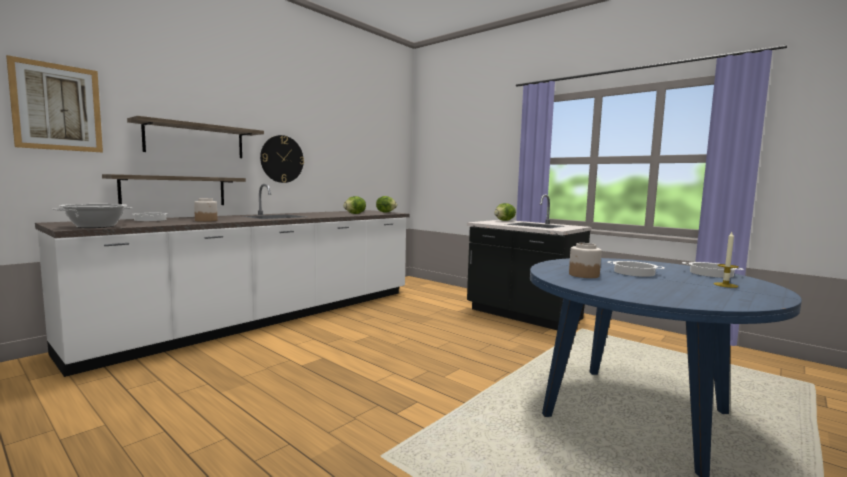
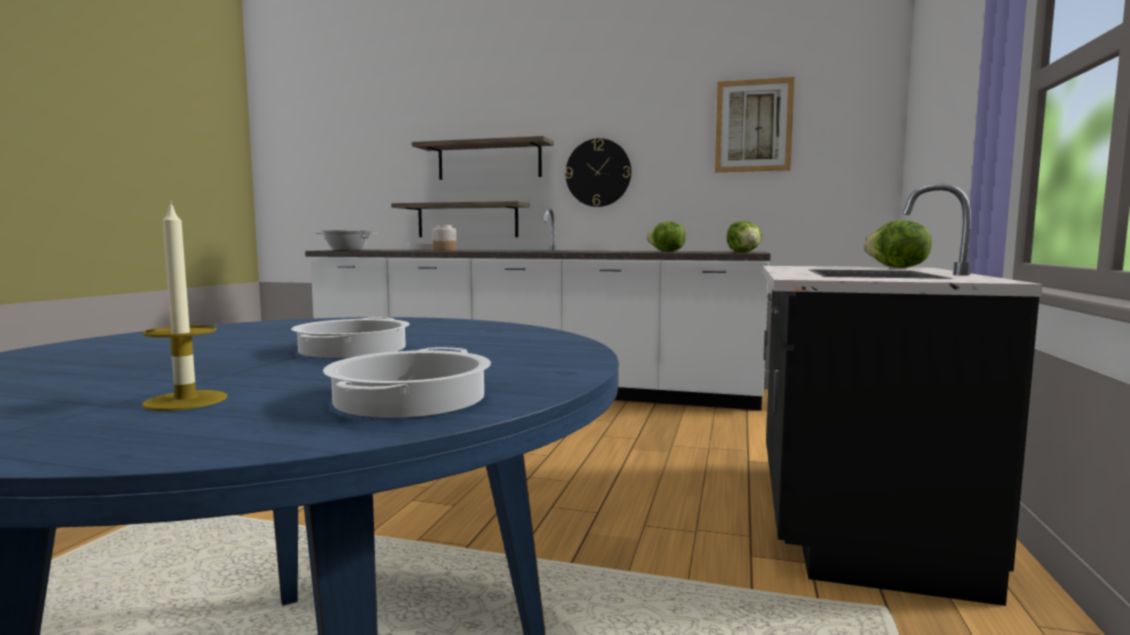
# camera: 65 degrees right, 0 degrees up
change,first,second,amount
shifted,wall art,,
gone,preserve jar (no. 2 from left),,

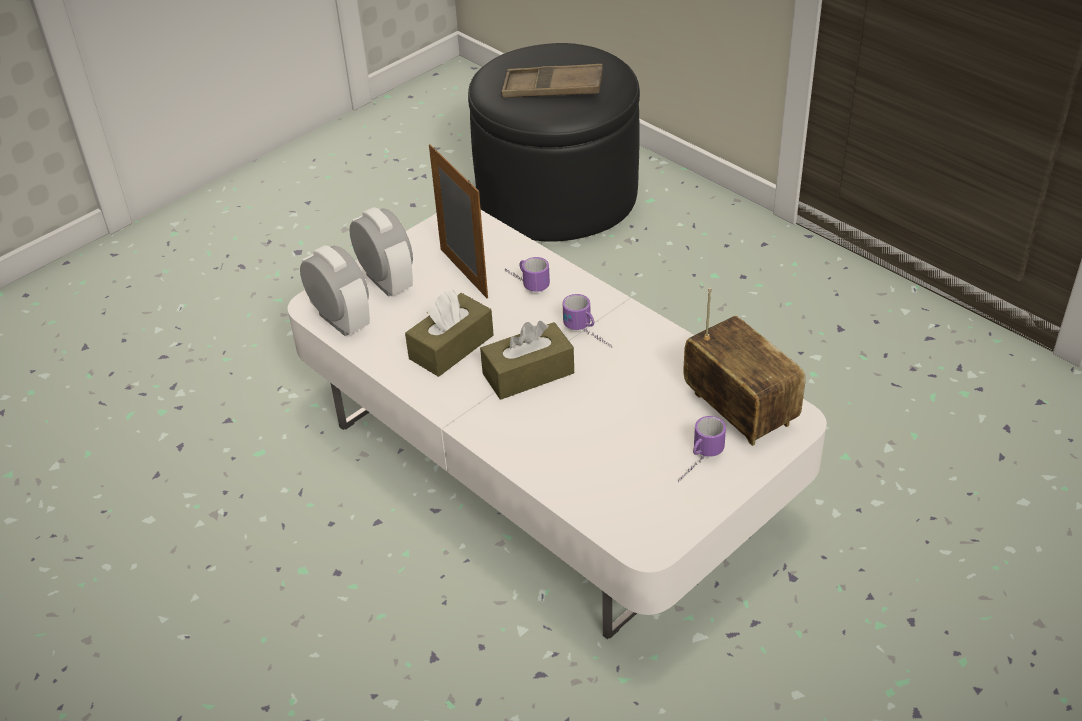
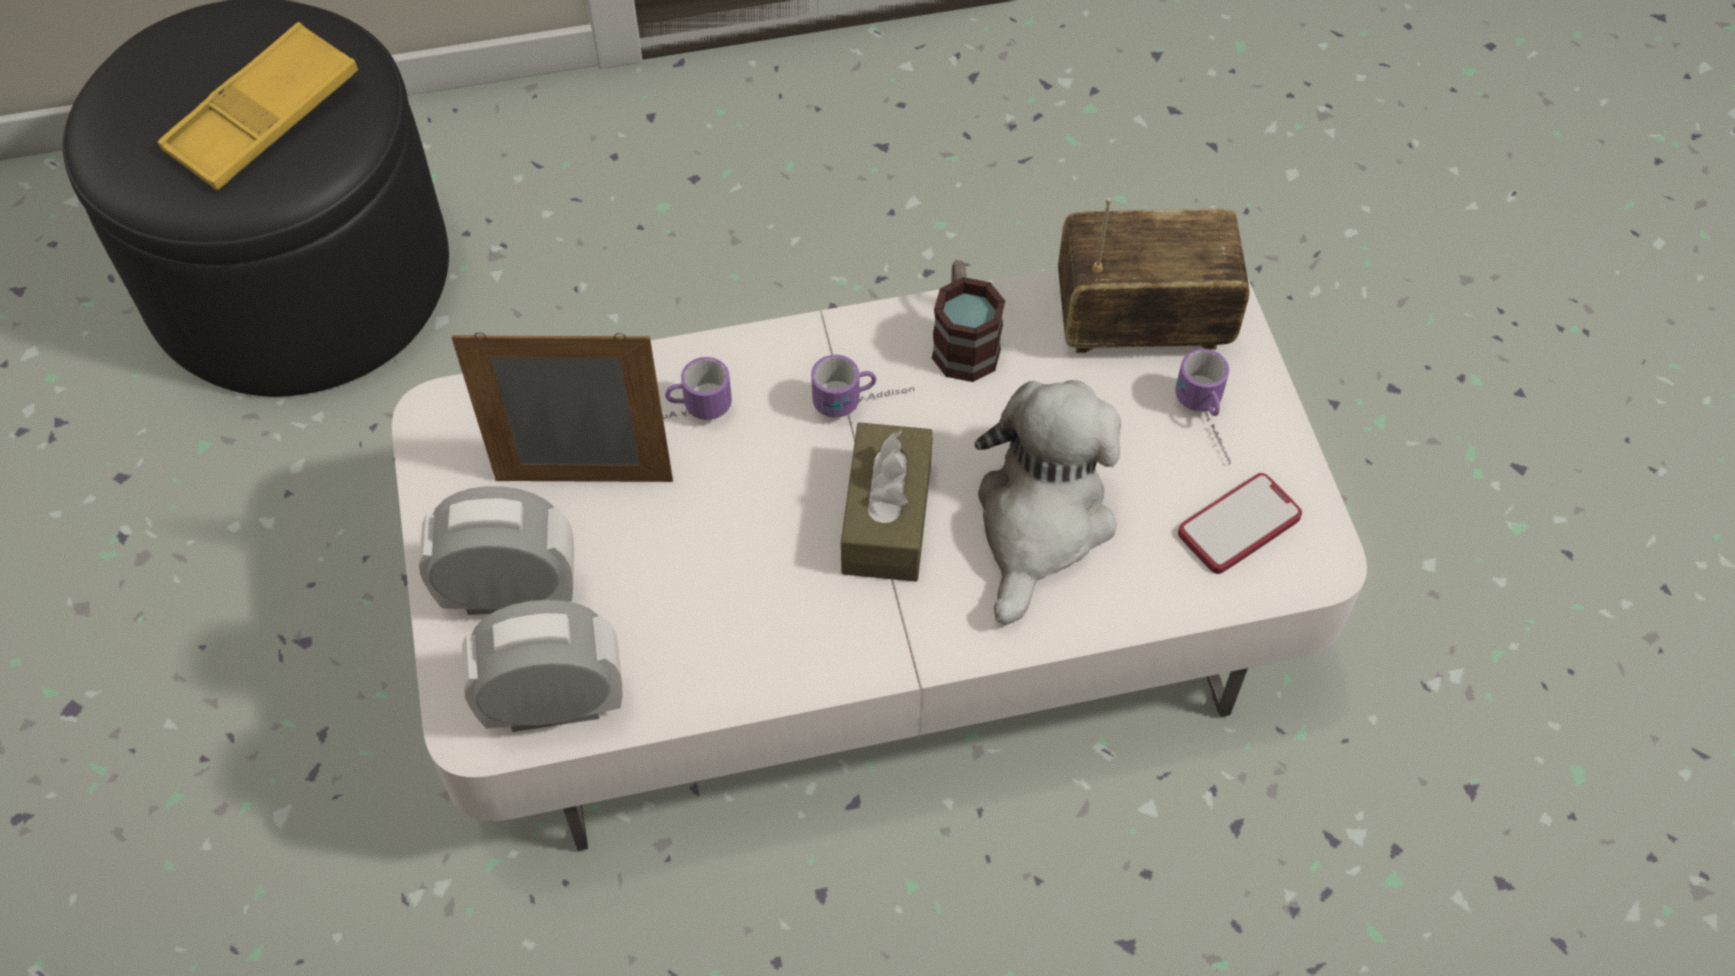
# camera: 60 degrees left, 15 degrees up
change,first,second,amount
gone,tissue holder (brown-coloured) (no. 1 from left),,
repainted,serving tray (brown-coloured),serving tray (yellow-coloured),
new,,tea mug (no. 3 from left),
new,,soft toy,
new,,phone,

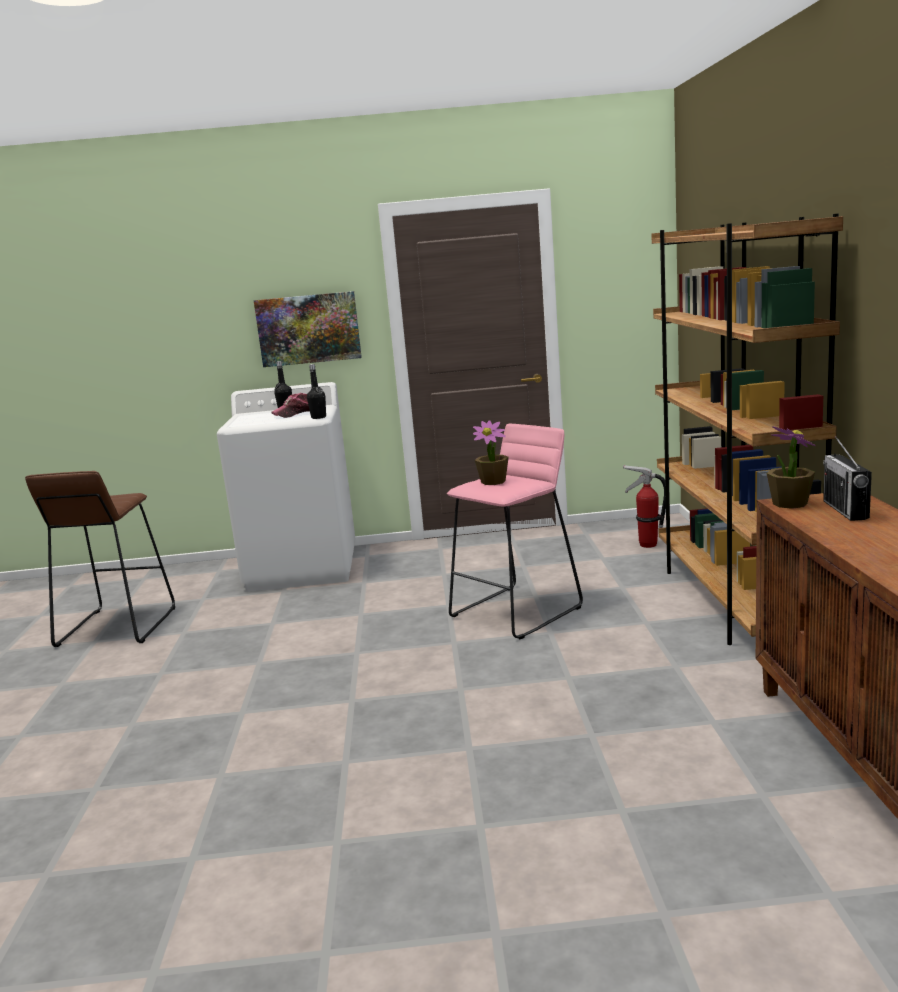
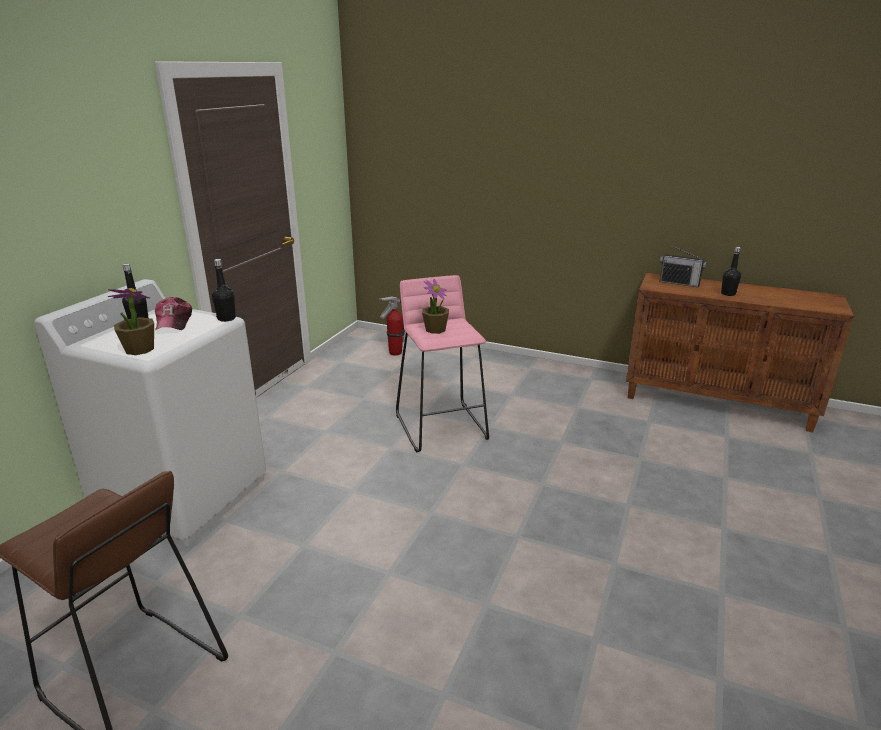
# camera: 65 degrees left, 10 degrees up
change,first,second,amount
gone,wall art,,
gone,bookcase (brown-coloured),,
shifted,plant in a pot (no. 2 from left in the first image),plant in a pot (no. 1 from left),
new,,drink bottle (black-coloured) (no. 3 from left),

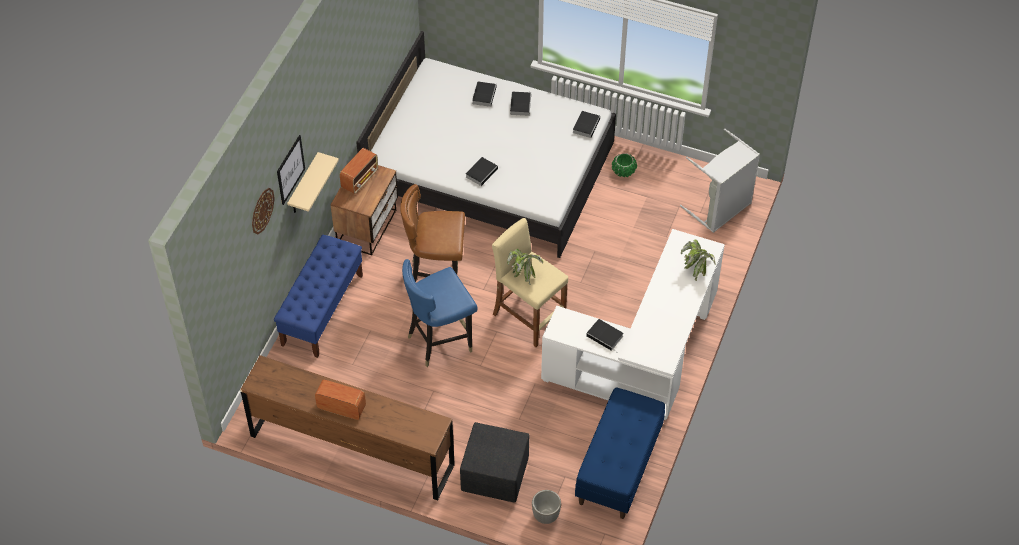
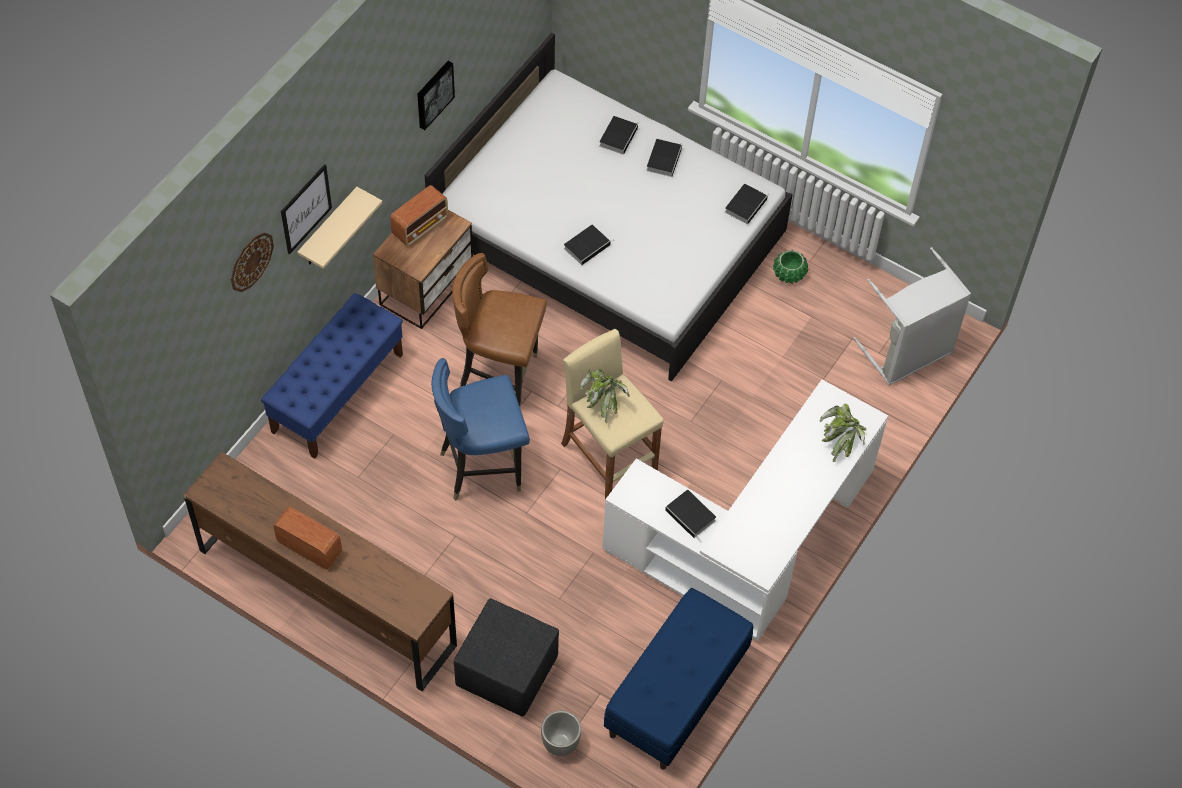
# camera: 10 degrees right, 5 degrees up
change,first,second,amount
new,,wall art (no. 2 from left),

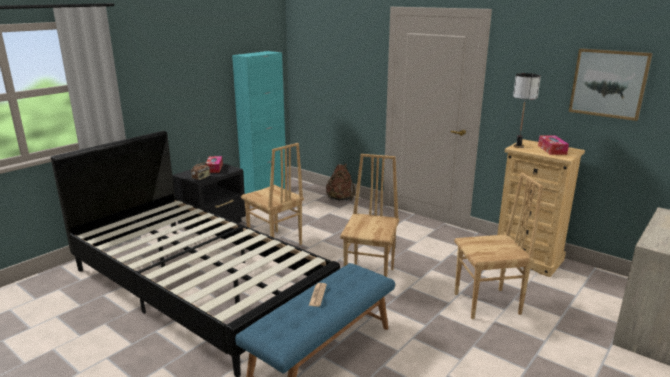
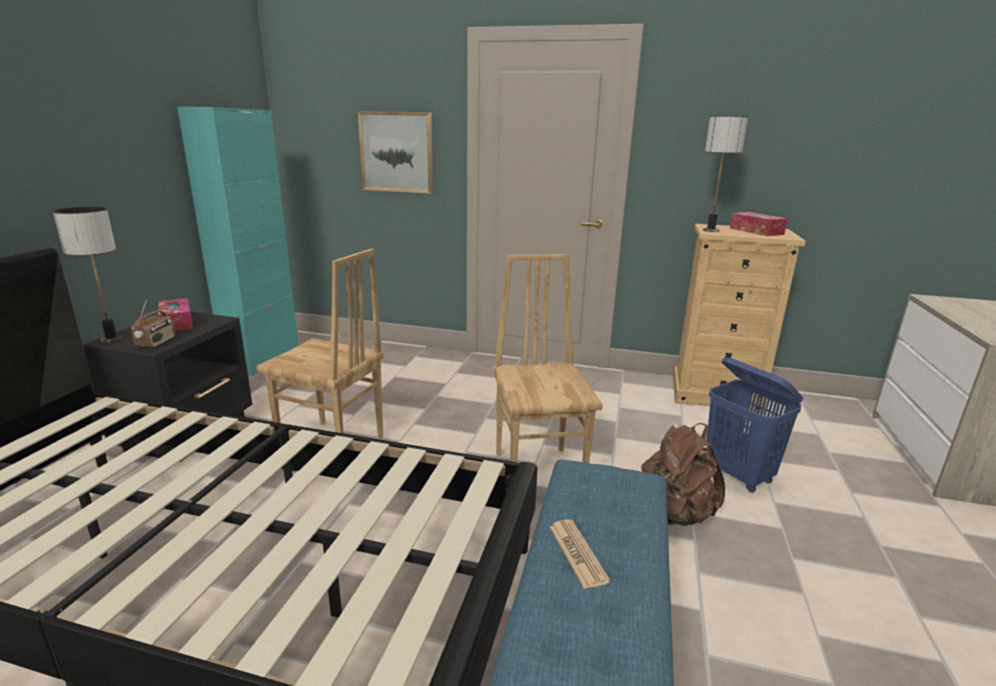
# camera: 25 degrees left, 0 degrees up
change,first,second,amount
shifted,rucksack (brown-coloured),,
swapped,plain chair (brown-coloured) (no. 3 from left),hamper (bluish),
shifted,wall art,,
new,,tabletop lamp (no. 1 from left),

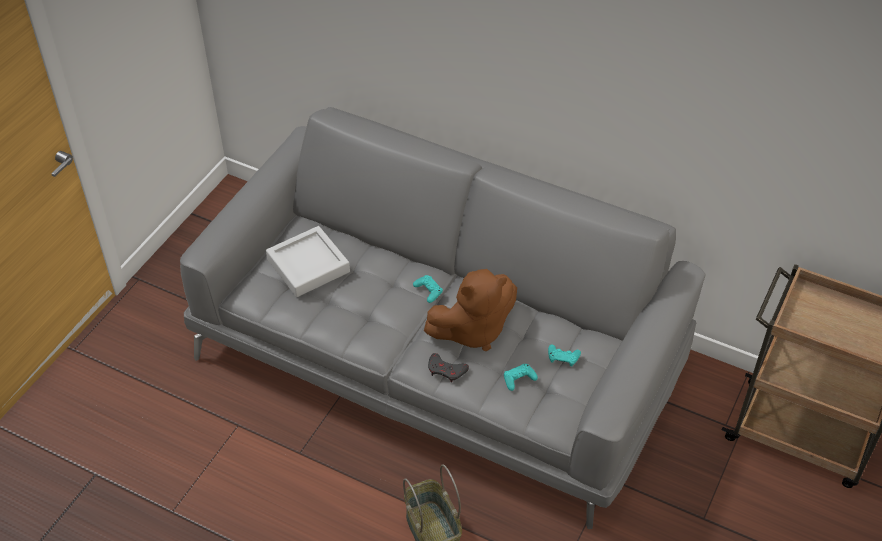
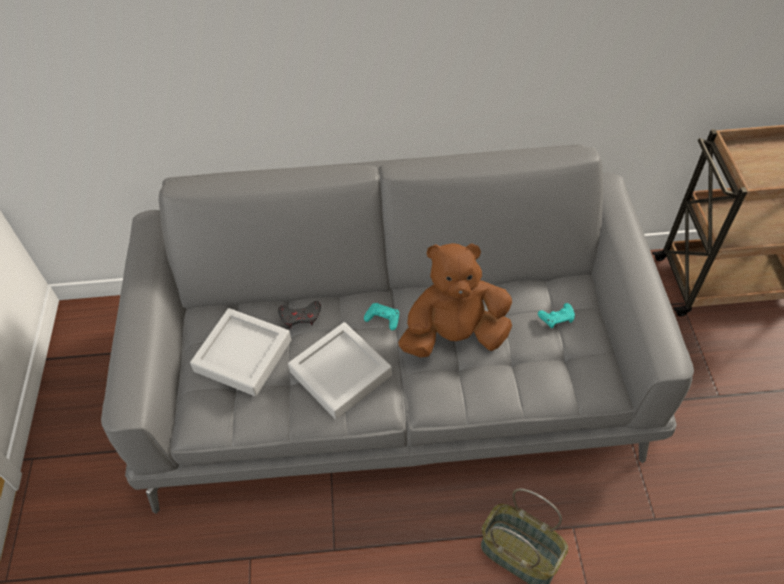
# camera: 30 degrees left, 5 degrees up
change,first,second,amount
rotated,soft toy (brown-coloured),,135 degrees counterclockwise
shifted,game controller (greyish),,
gone,game controller (blue-green) (no. 2 from left),,
new,,serving tray (greyish) (no. 2 from left),

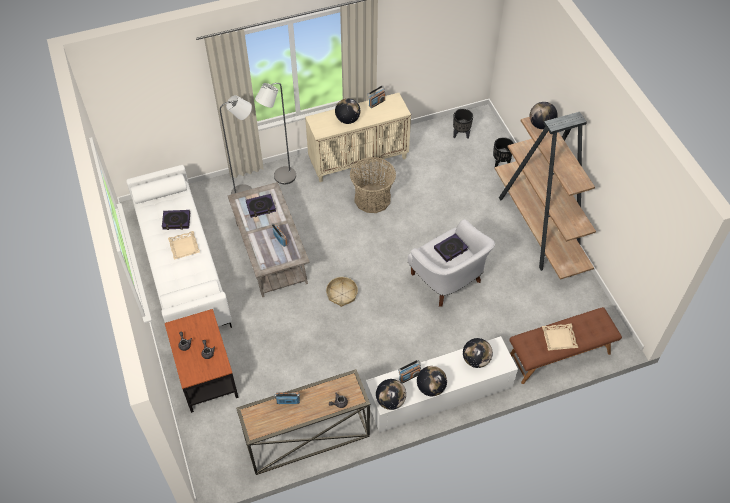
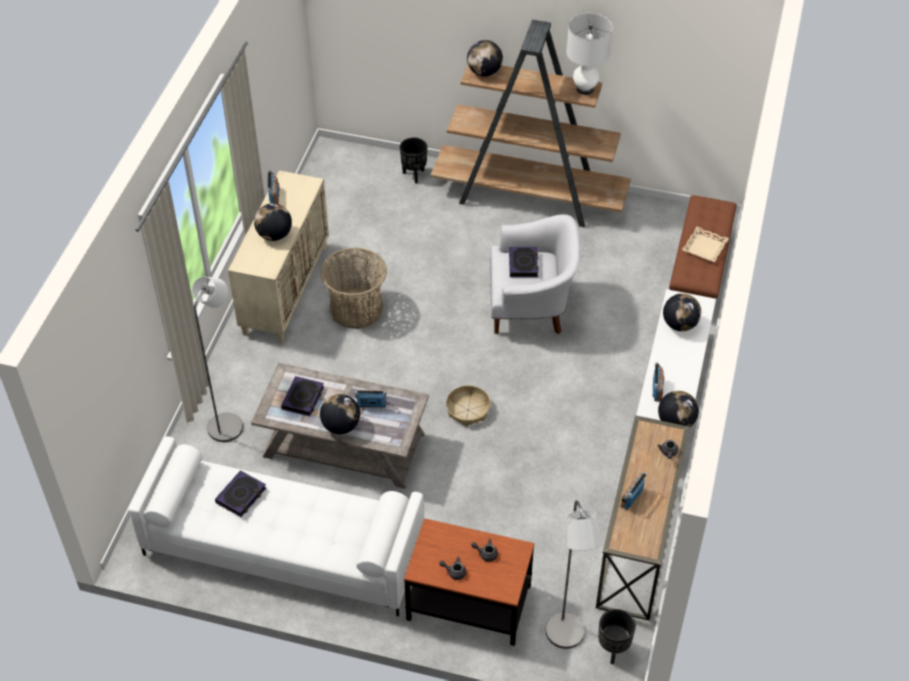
# camera: 55 degrees left, 5 degrees down
change,first,second,amount
gone,serving tray (sand-coloured) (no. 1 from left),,
shifted,floor lamp (greyish) (no. 2 from left),,
shifted,world globe (no. 3 from left in the first image),world globe (no. 2 from left),
shifted,plant pot (black-coloured) (no. 1 from left in the first image),plant pot (black-coloured) (no. 2 from left),
new,,tabletop lamp (white),

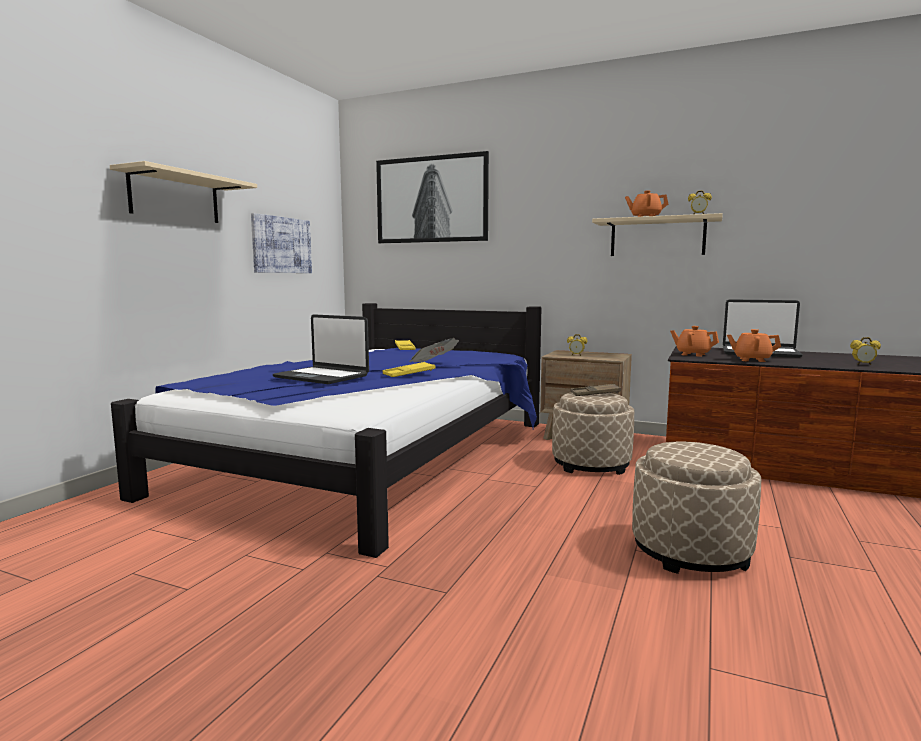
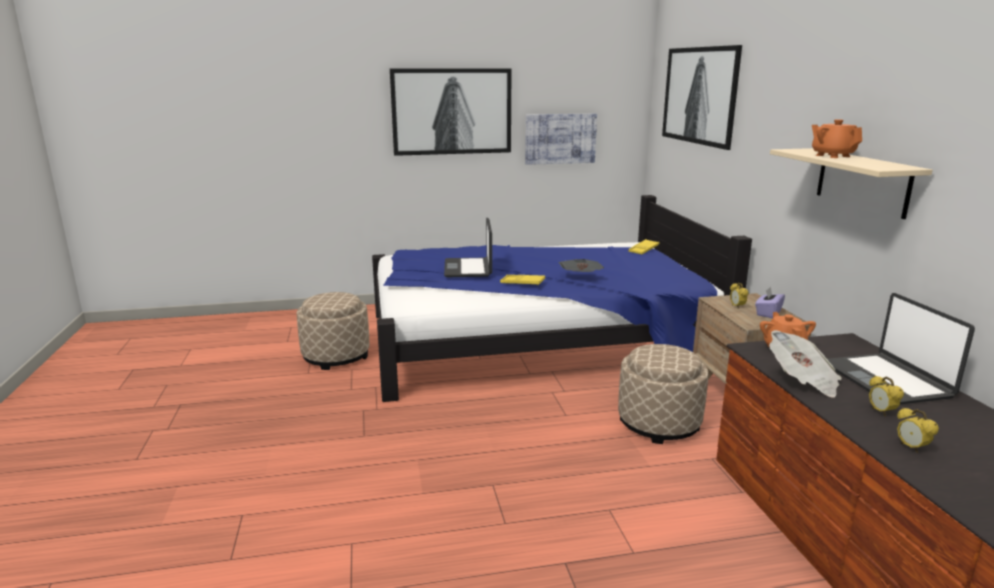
# camera: 55 degrees right, 10 degrees up
change,first,second,amount
swapped,shelf (sand-coloured) (no. 1 from left),wall art (no. 1 from left),
gone,serving tray (brown-coloured),,
shifted,footrest (sand-coloured) (no. 2 from left in the first image),footrest (sand-coloured) (no. 1 from left),
shifted,alarm clock (no. 2 from left),,
swapped,teapot (orange) (no. 3 from left),newspaper (no. 2 from left),
new,,tissue holder (purple),

